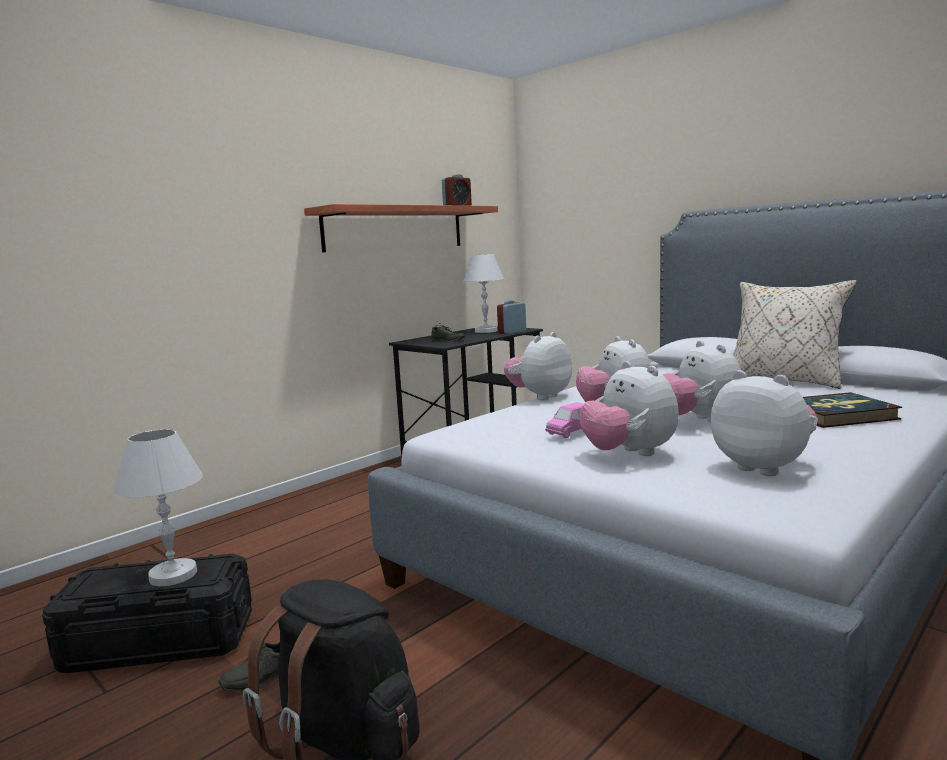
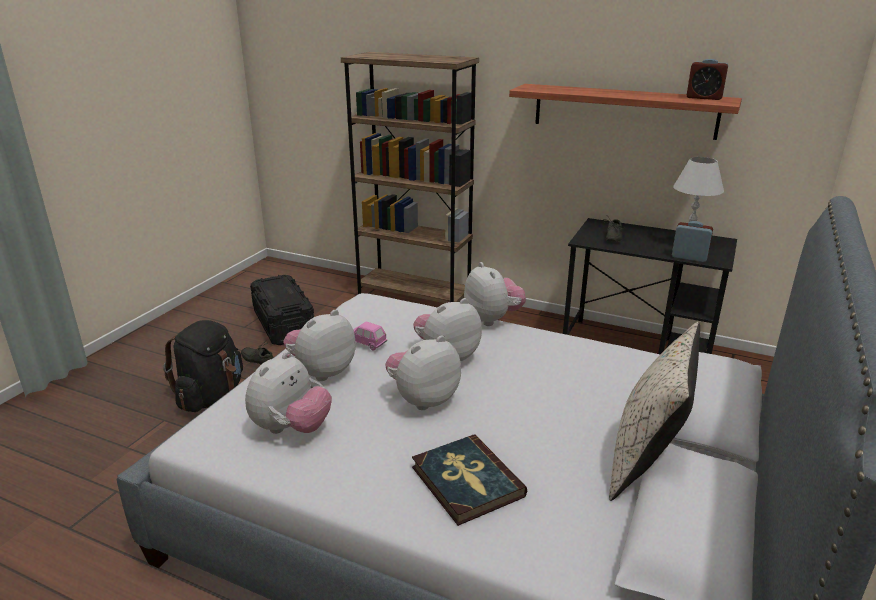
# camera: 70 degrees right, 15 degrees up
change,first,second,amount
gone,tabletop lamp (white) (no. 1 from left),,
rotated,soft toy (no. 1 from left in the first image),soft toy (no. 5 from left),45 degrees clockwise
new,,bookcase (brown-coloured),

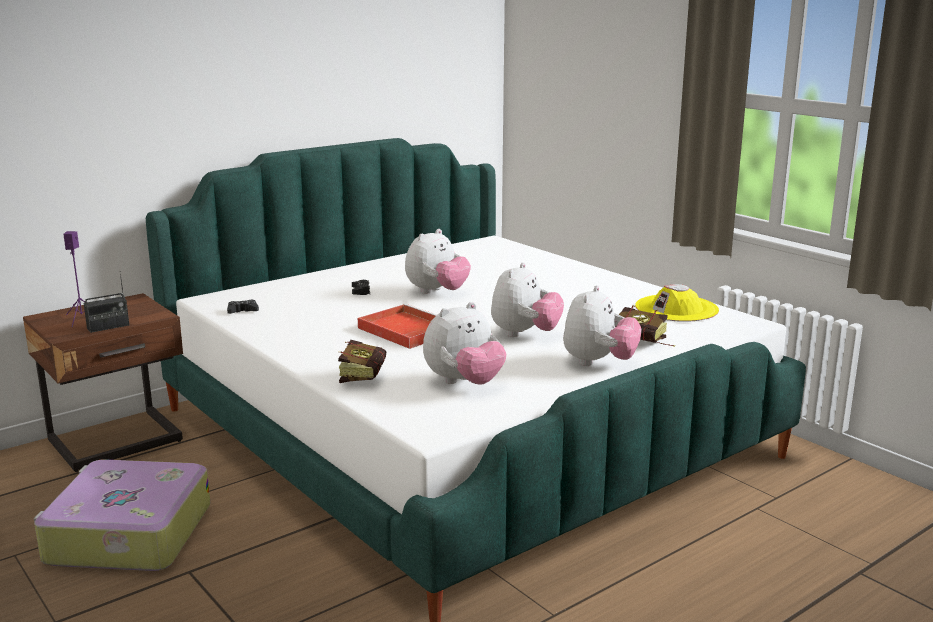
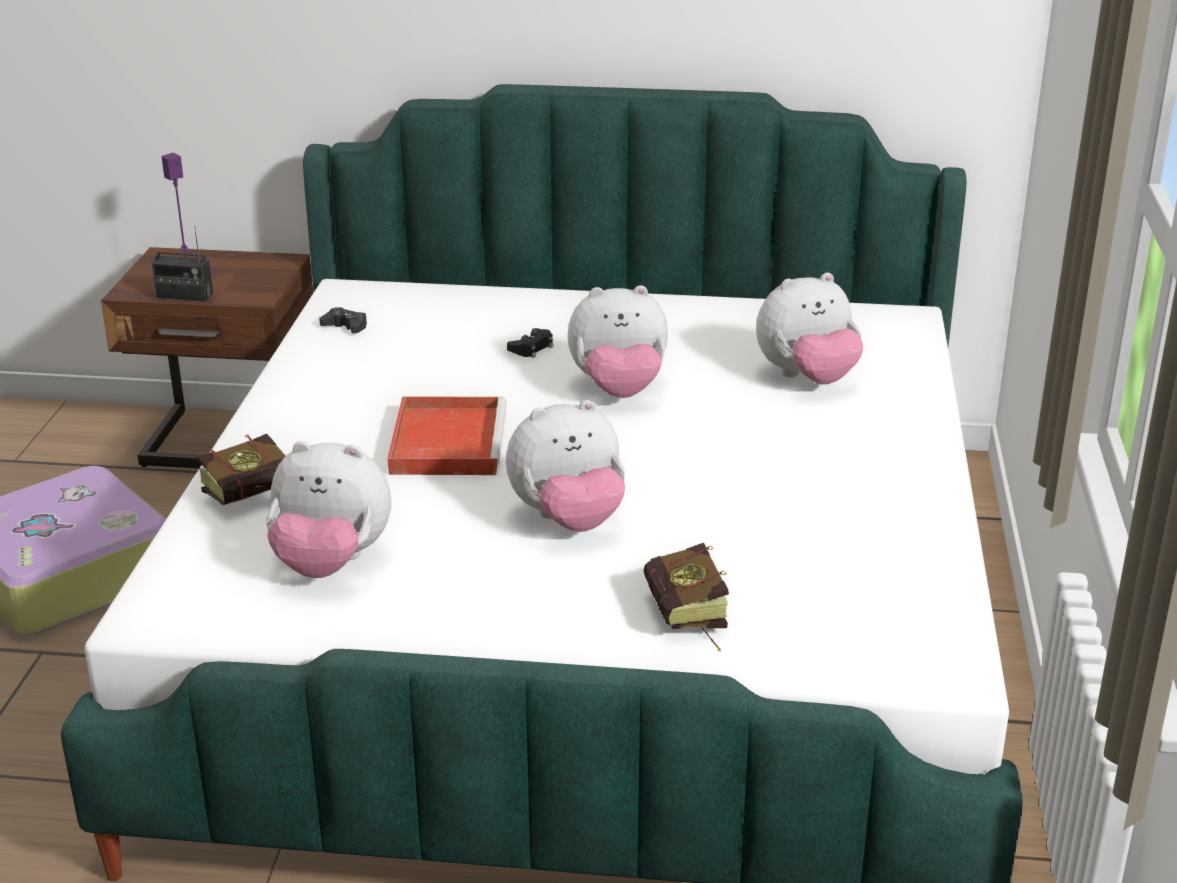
# camera: 45 degrees right, 10 degrees up
change,first,second,amount
shifted,soft toy (no. 4 from left),,
gone,clothing hat (yellow-coloured),,

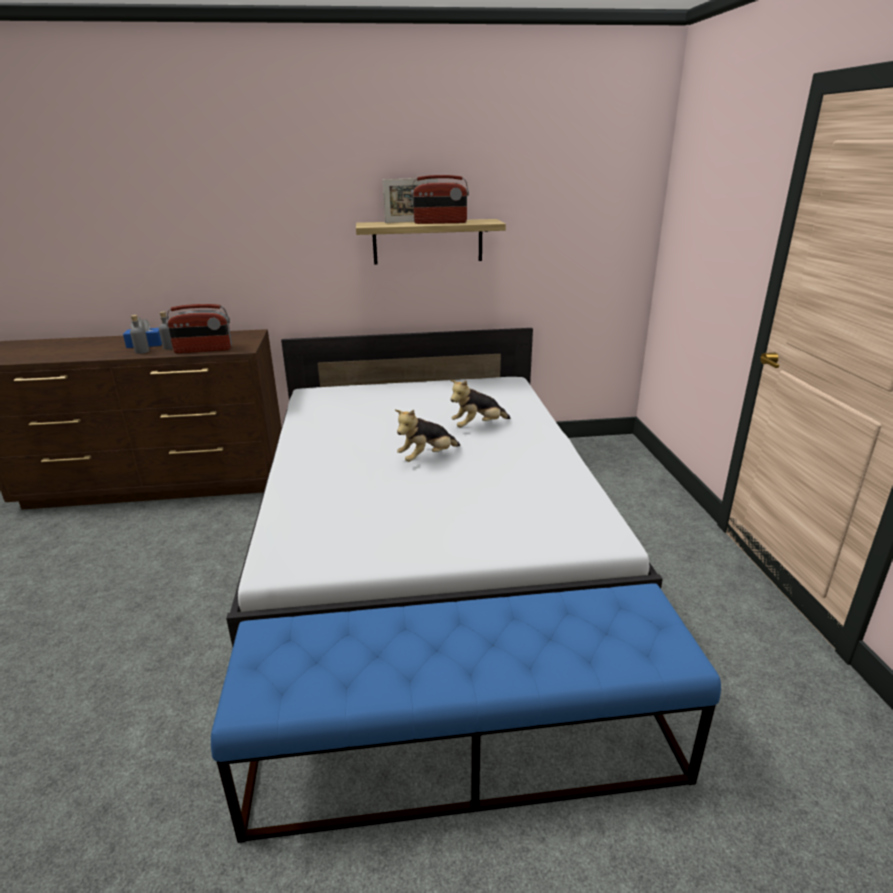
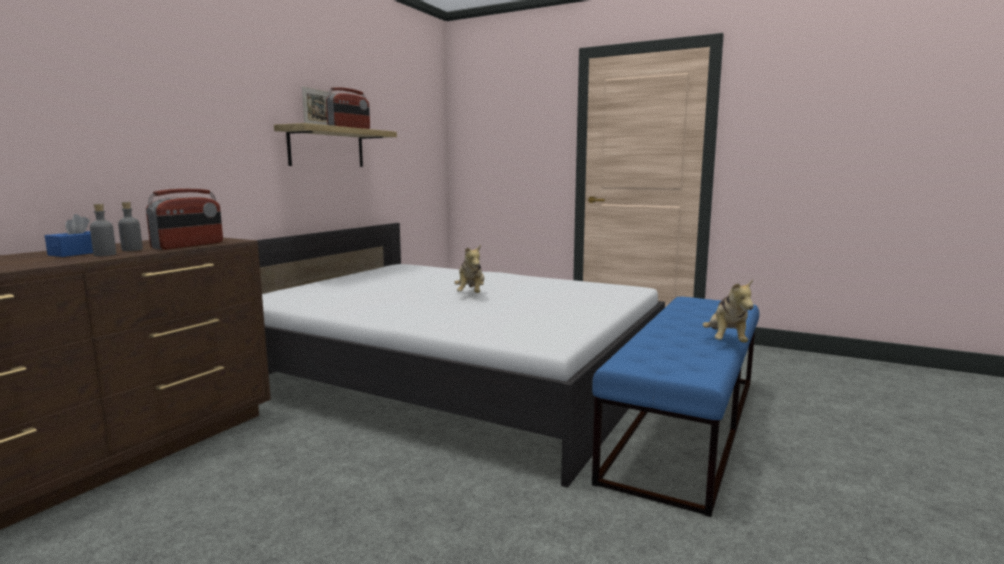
# camera: 55 degrees left, 15 degrees down
change,first,second,amount
shifted,soft toy (no. 2 from left),,

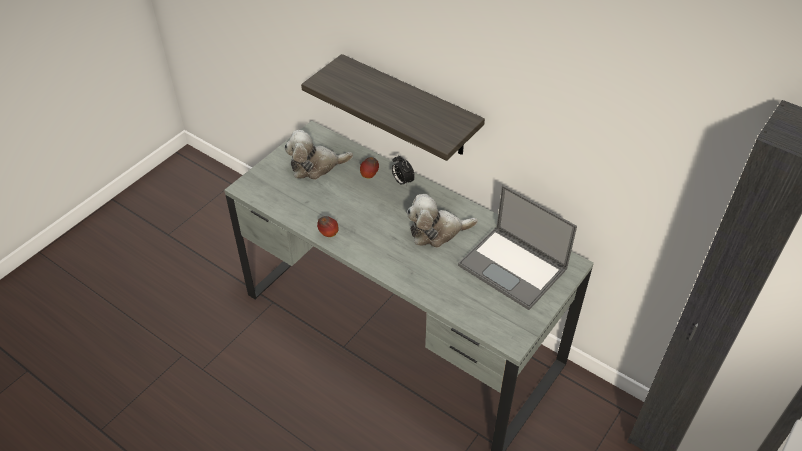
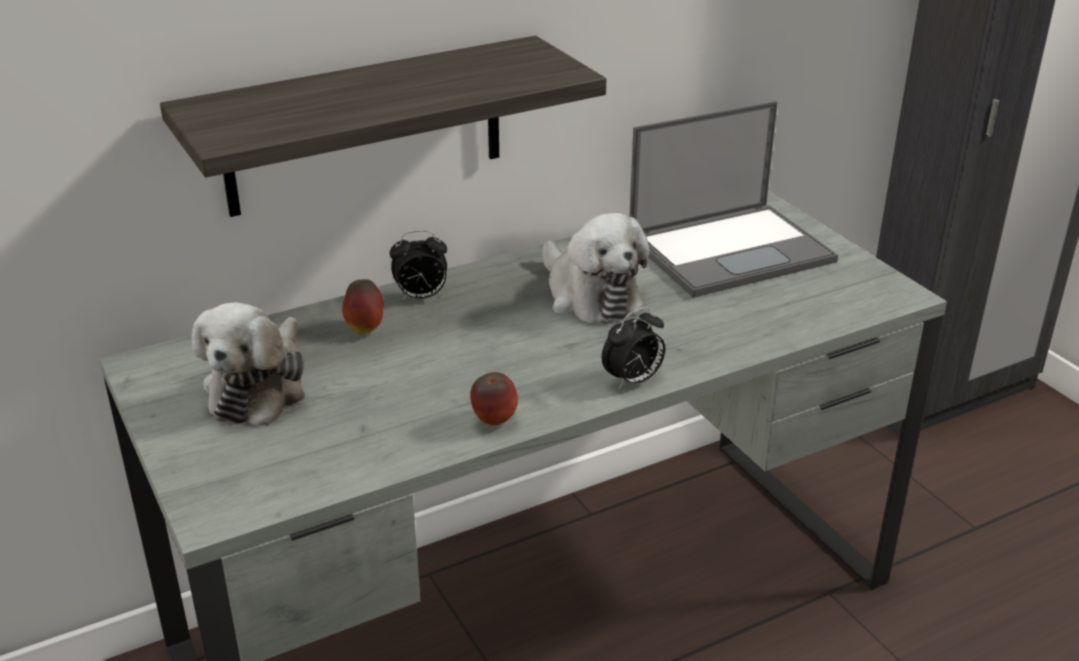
# camera: 65 degrees left, 15 degrees down
change,first,second,amount
rotated,soft toy (no. 2 from left),,45 degrees counterclockwise
new,,alarm clock (no. 2 from left),

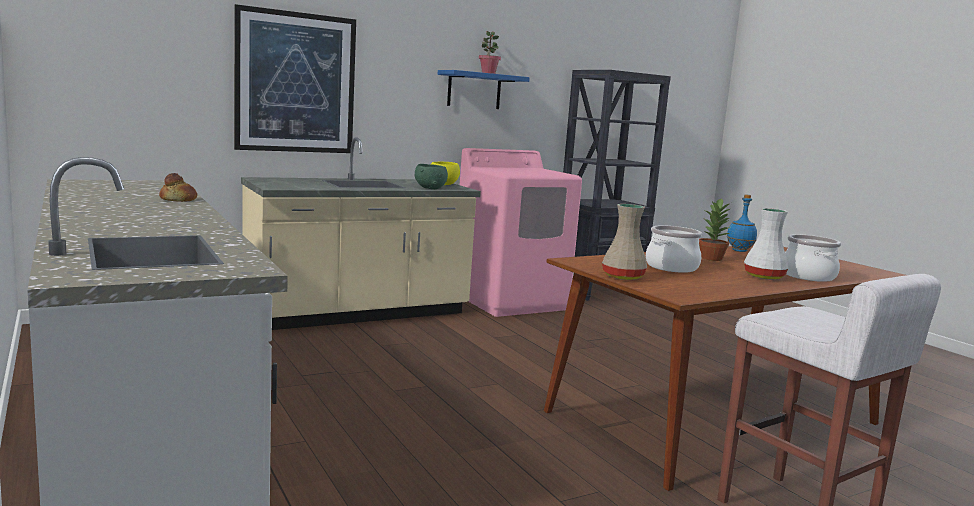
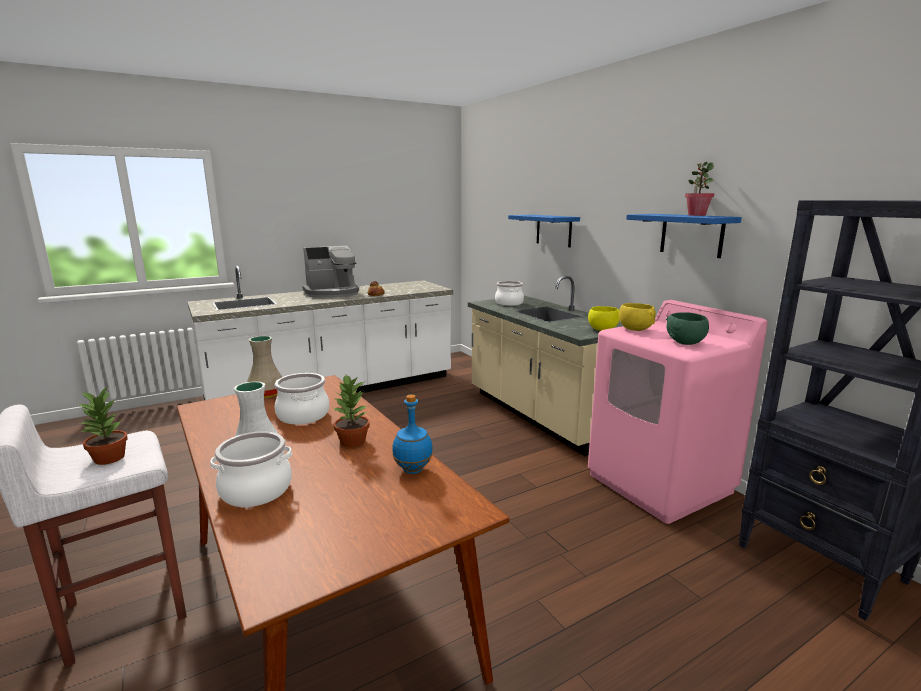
# camera: 90 degrees right, 5 degrees up
change,first,second,amount
swapped,wall art,shelf (bluish) (no. 1 from left),
shifted,bowl (green),,
new,,plant in a pot (no. 1 from left),
new,,coffee brewer,
new,,stockpot (no. 3 from left),
new,,bowl (yellow-coloured) (no. 2 from left),

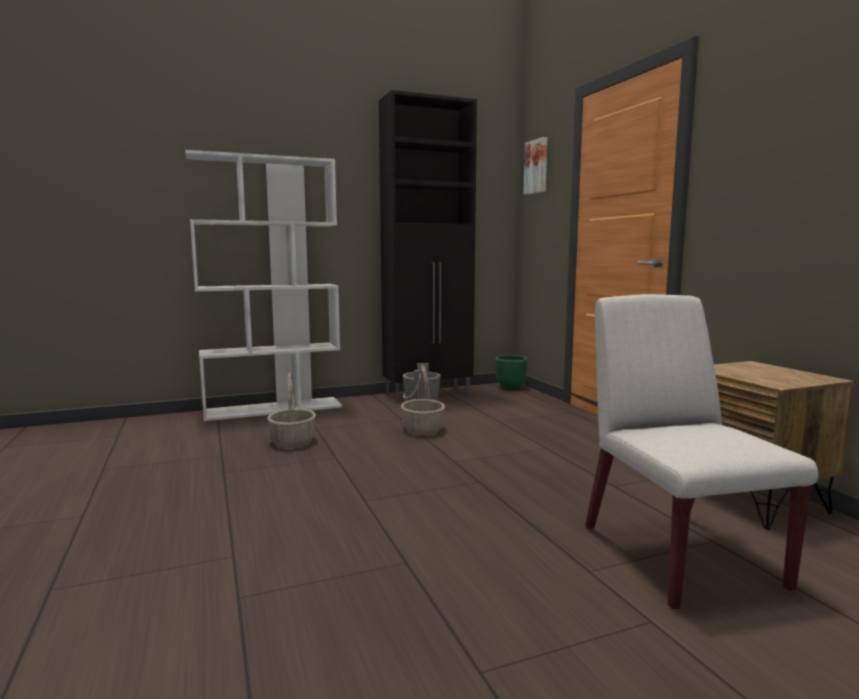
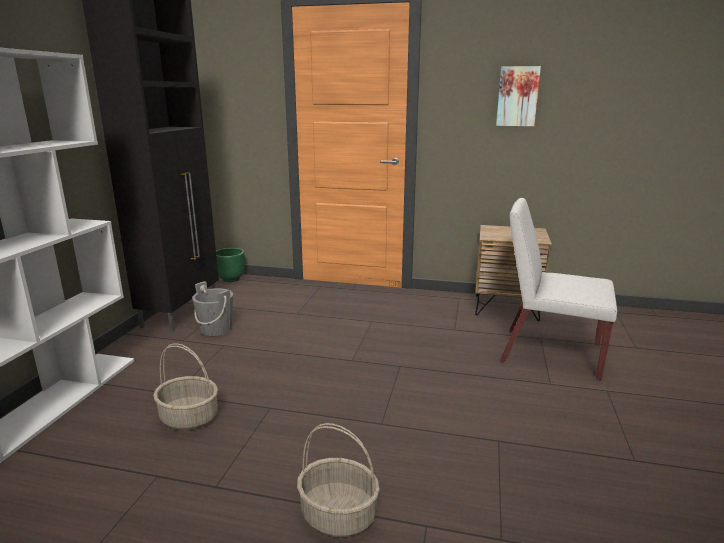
# camera: 55 degrees left, 10 degrees up
change,first,second,amount
shifted,basket (no. 2 from left),,
shifted,wall art,,

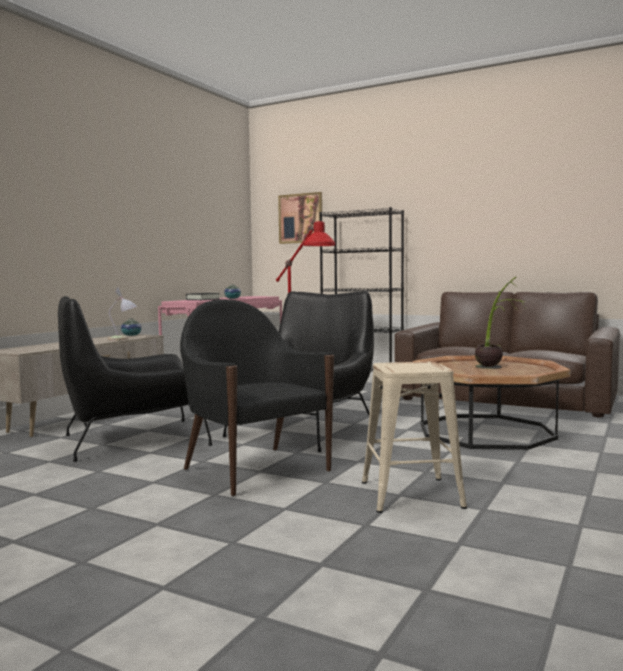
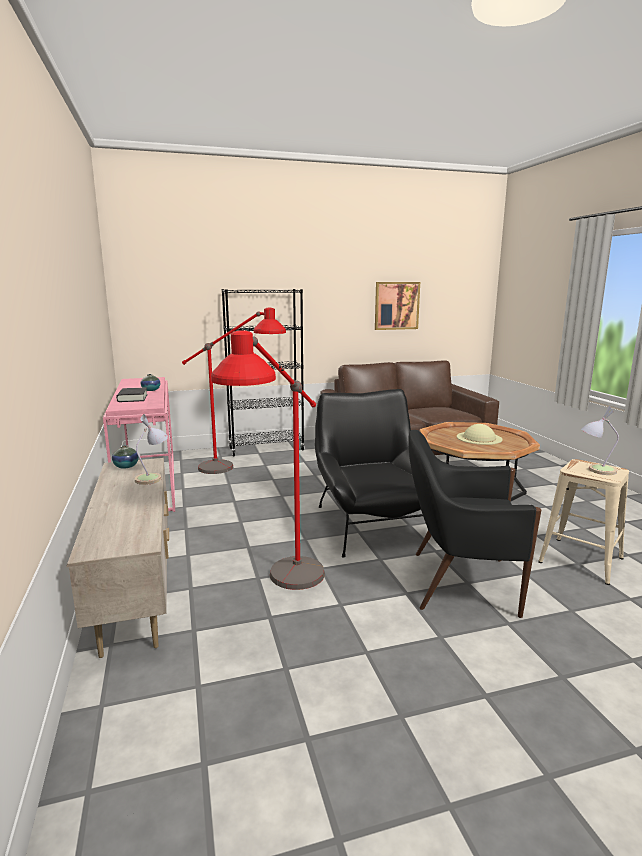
# camera: 45 degrees left, 10 degrees up
change,first,second,amount
swapped,lounge chair (black-coloured) (no. 1 from left),floor lamp (red-coloured) (no. 2 from left),
shifted,wall art,,
swapped,plant in a pot,clothing hat (sand-coloured),
new,,tabletop lamp (no. 2 from left),

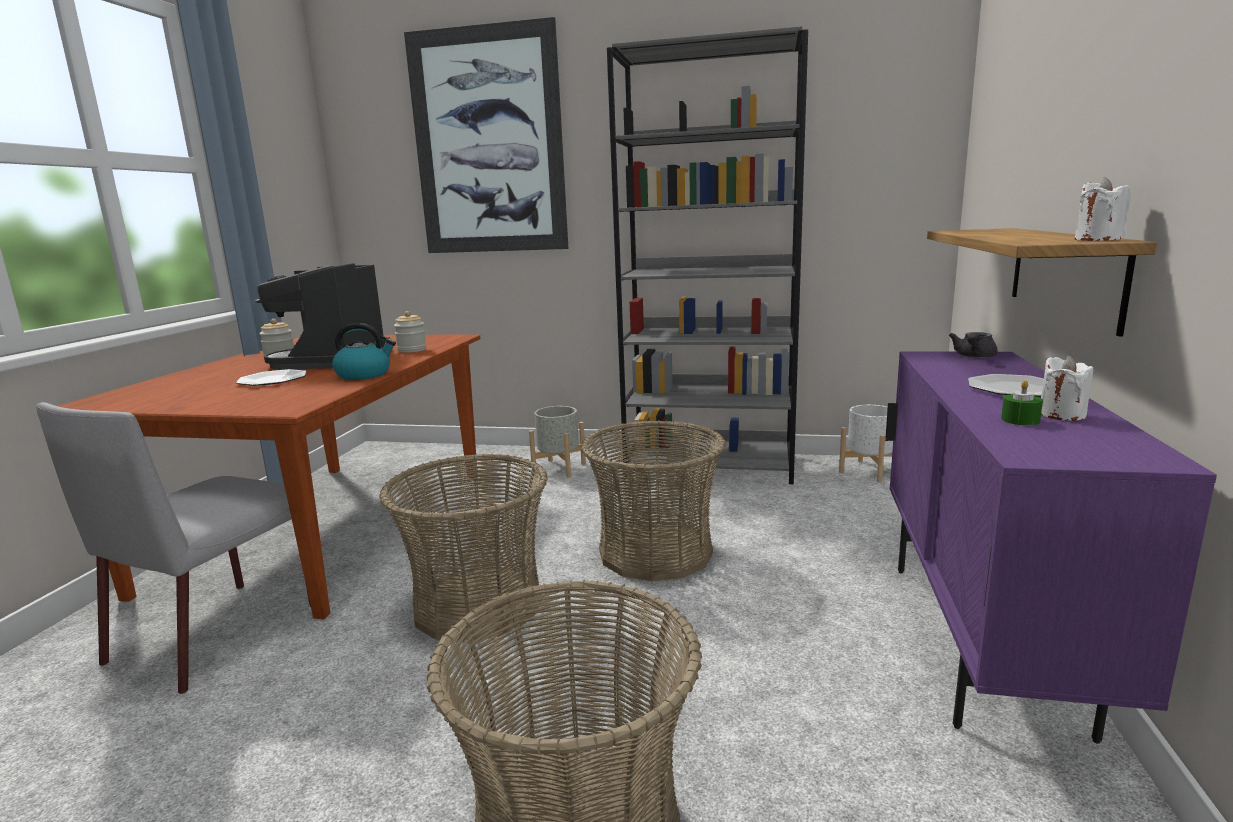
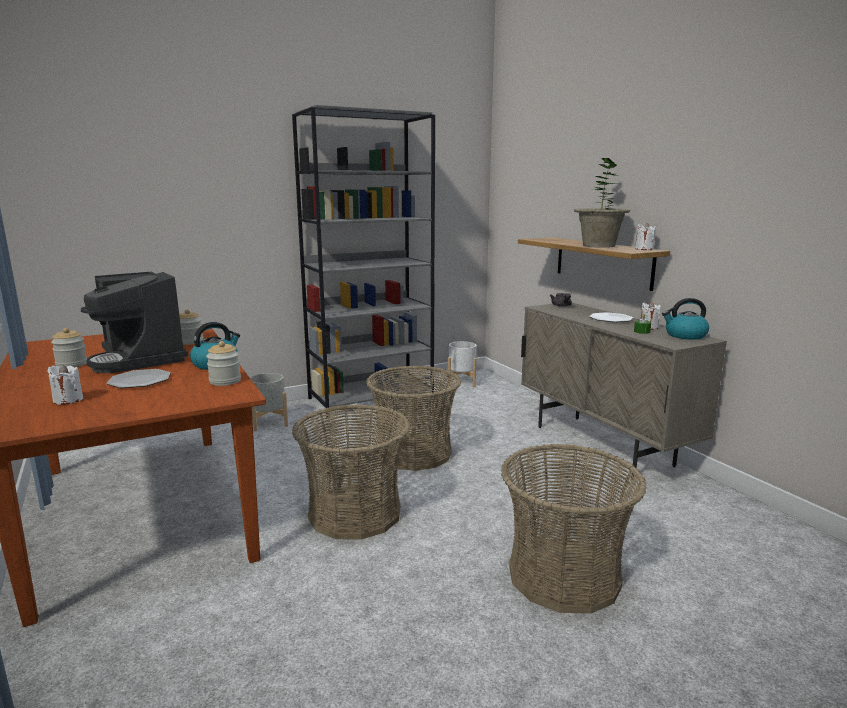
# camera: 40 degrees left, 0 degrees up
change,first,second,amount
gone,plain chair (greyish),,
gone,wall art,,
repainted,cupboard (purple),cupboard (sand-coloured),
new,,wax candle (white) (no. 1 from left),
new,,preserve jar (no. 3 from left),
new,,plant in a pot,
new,,water kettle (no. 2 from left),

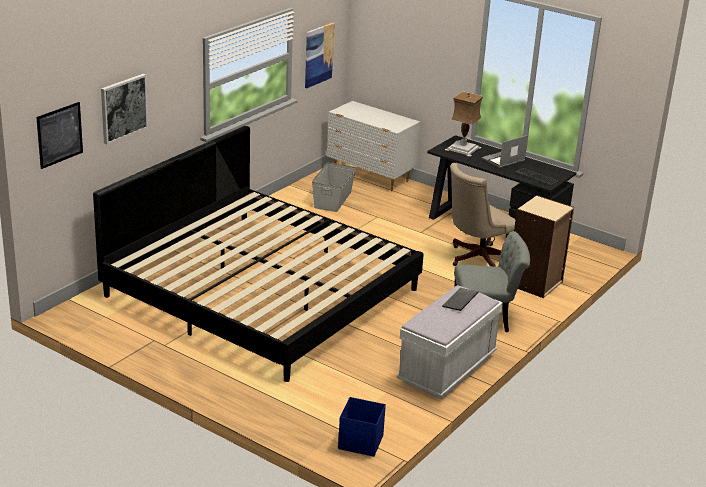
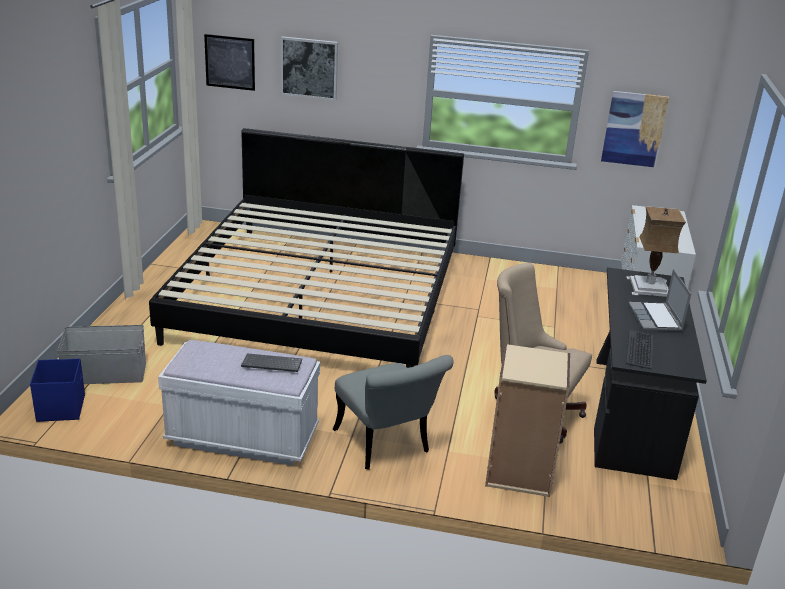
# camera: 65 degrees right, 0 degrees up
change,first,second,amount
shifted,storage box (greyish),,
rotated,portable computer,,120 degrees counterclockwise

